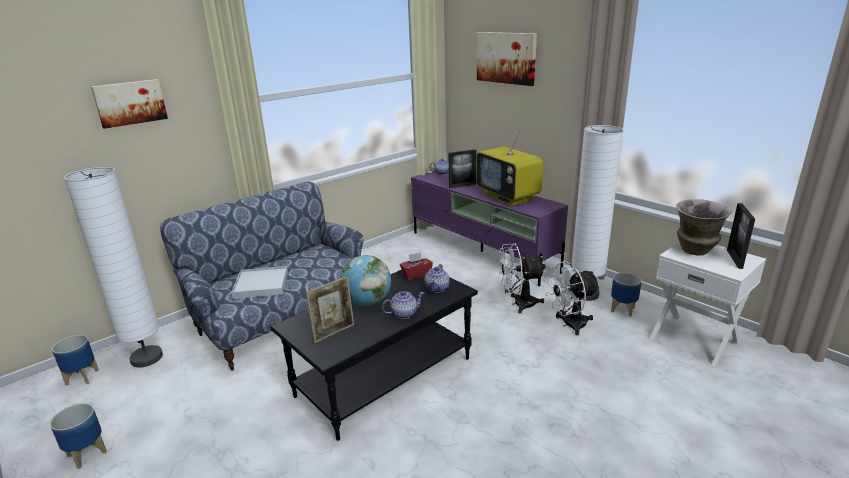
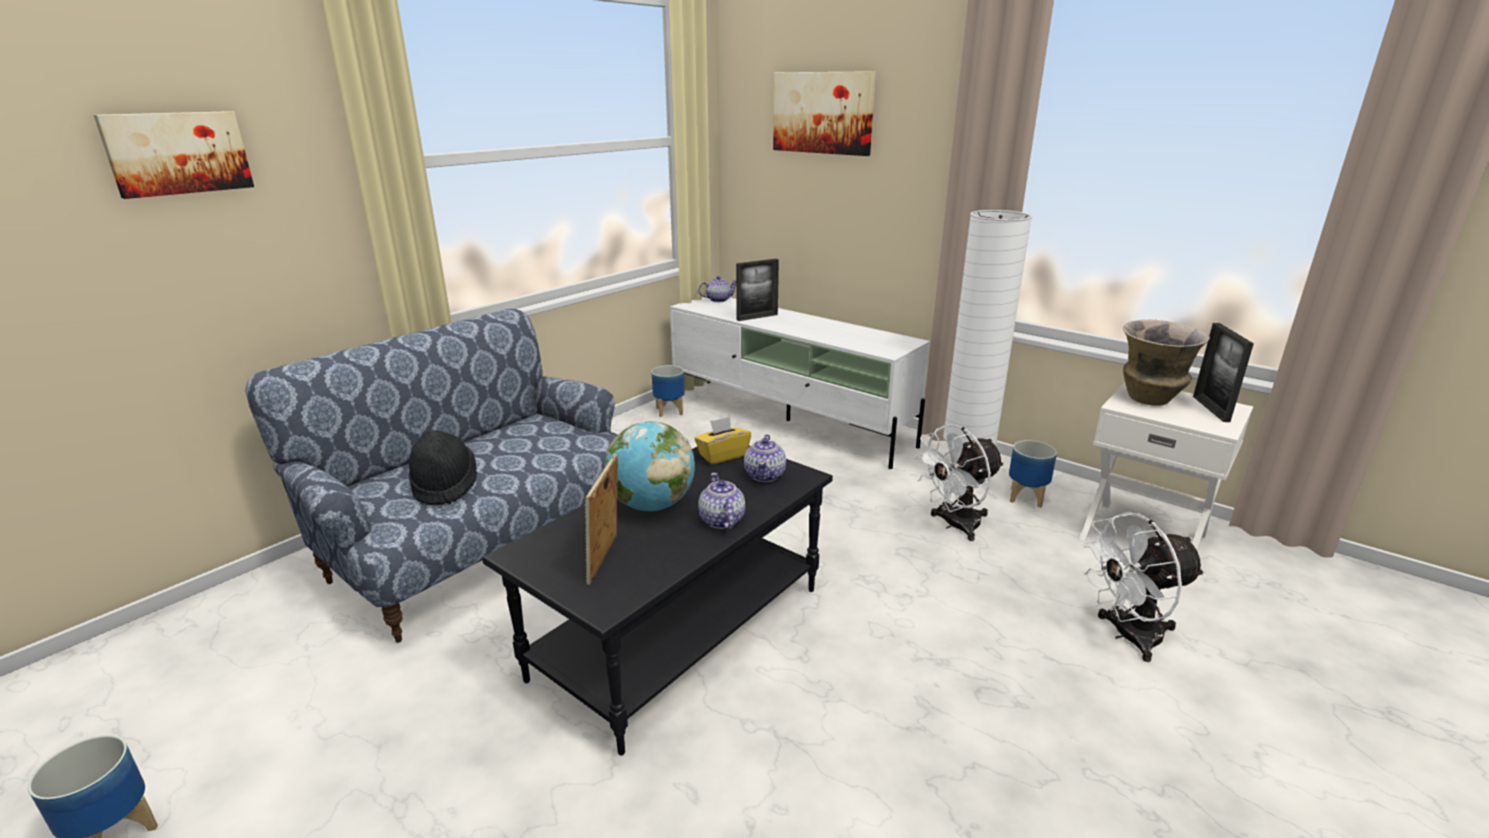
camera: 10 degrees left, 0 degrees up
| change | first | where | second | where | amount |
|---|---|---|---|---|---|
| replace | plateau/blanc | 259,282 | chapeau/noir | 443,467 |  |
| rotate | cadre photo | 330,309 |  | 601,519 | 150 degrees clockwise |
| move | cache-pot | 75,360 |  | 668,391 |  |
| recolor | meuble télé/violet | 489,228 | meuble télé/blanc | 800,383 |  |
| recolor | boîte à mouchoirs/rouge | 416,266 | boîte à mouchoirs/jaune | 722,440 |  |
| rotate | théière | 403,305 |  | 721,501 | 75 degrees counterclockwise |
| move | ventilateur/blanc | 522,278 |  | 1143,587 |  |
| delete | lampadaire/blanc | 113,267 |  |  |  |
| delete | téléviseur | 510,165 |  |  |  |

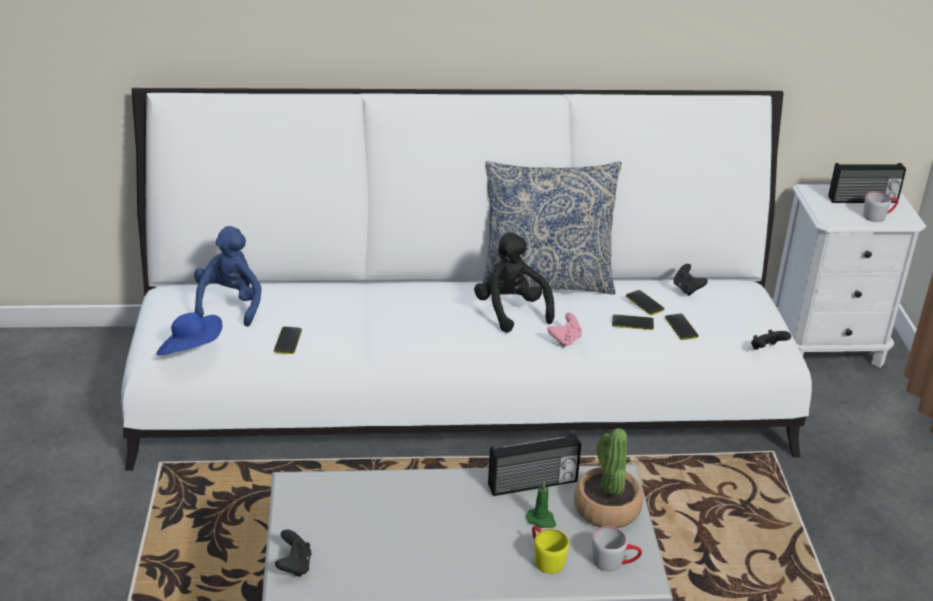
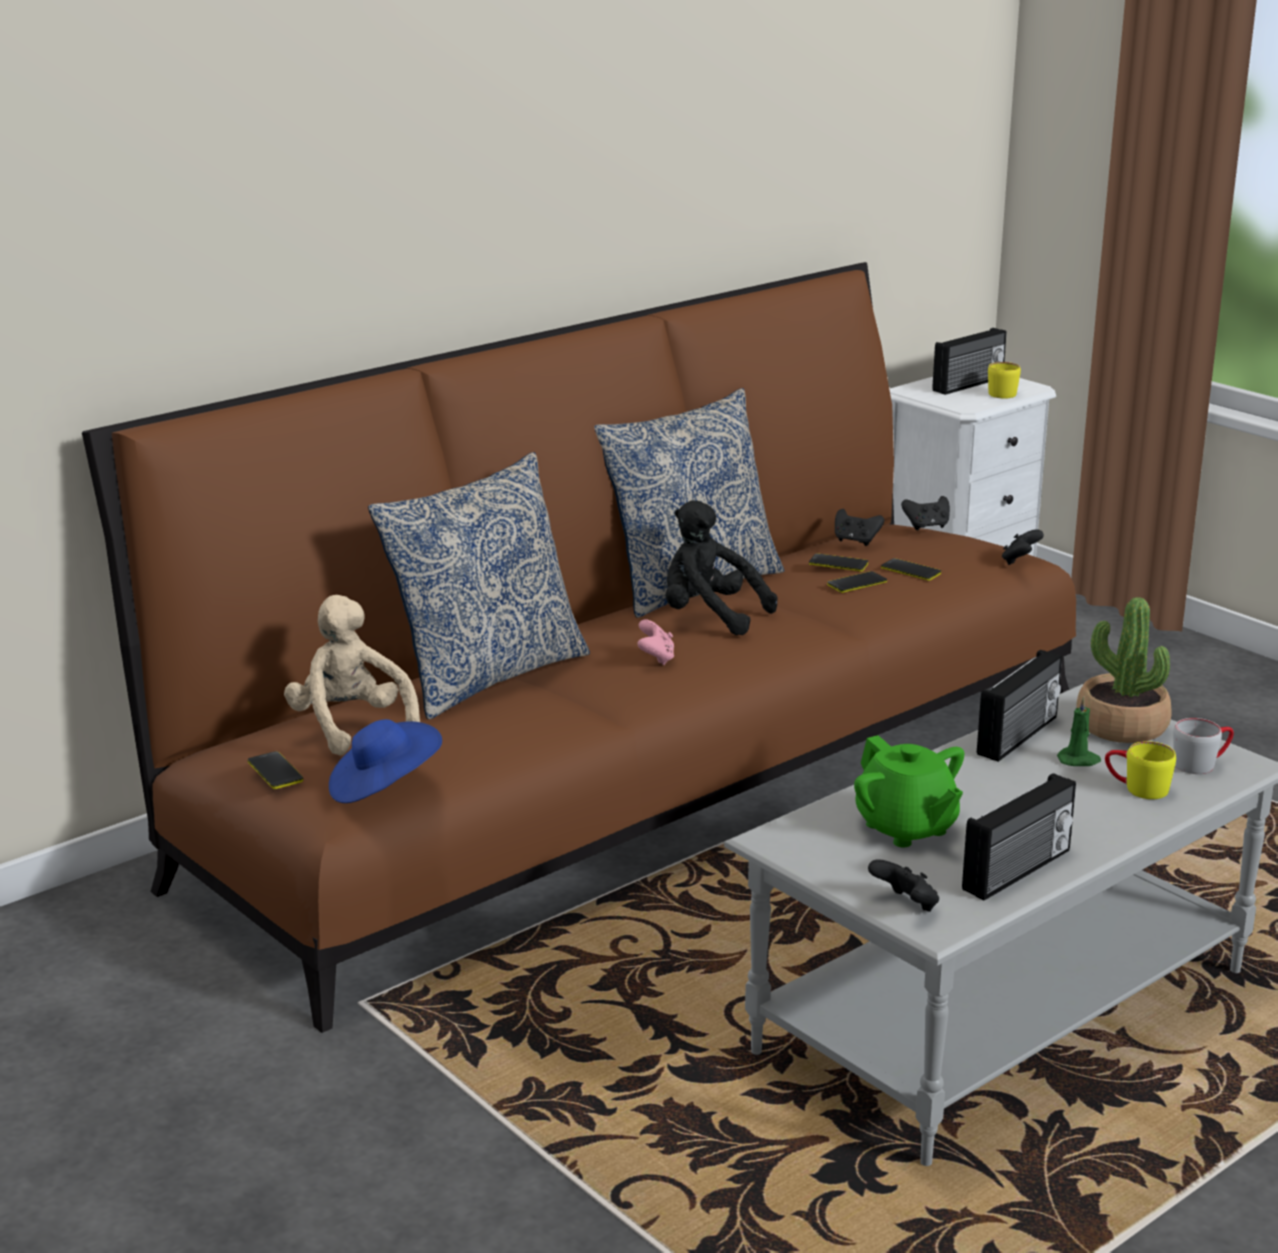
camera: 35 degrees left, 10 degrees down
| change | first | where | second | where | amount |
|---|---|---|---|---|---|
| recolor | canapé/blanc | 466,279 | canapé/marron | 579,647 |  |
| move | téléphone | 288,340 |  | 275,770 |  |
| recolor | peluche/bleu | 227,276 | peluche/beige | 352,675 |  |
| insert |  |  | coussin | 479,585 |  |
| move | manette/rose | 564,330 |  | 655,642 |  |
| insert |  |  | théière/vert | 909,791 |  |
| insert |  |  | manette/noir | 925,513 |  |
| insert |  |  | radio | 1019,836 |  |
| recolor | mug/gris | 881,206 | mug/jaune | 1004,380 |  |

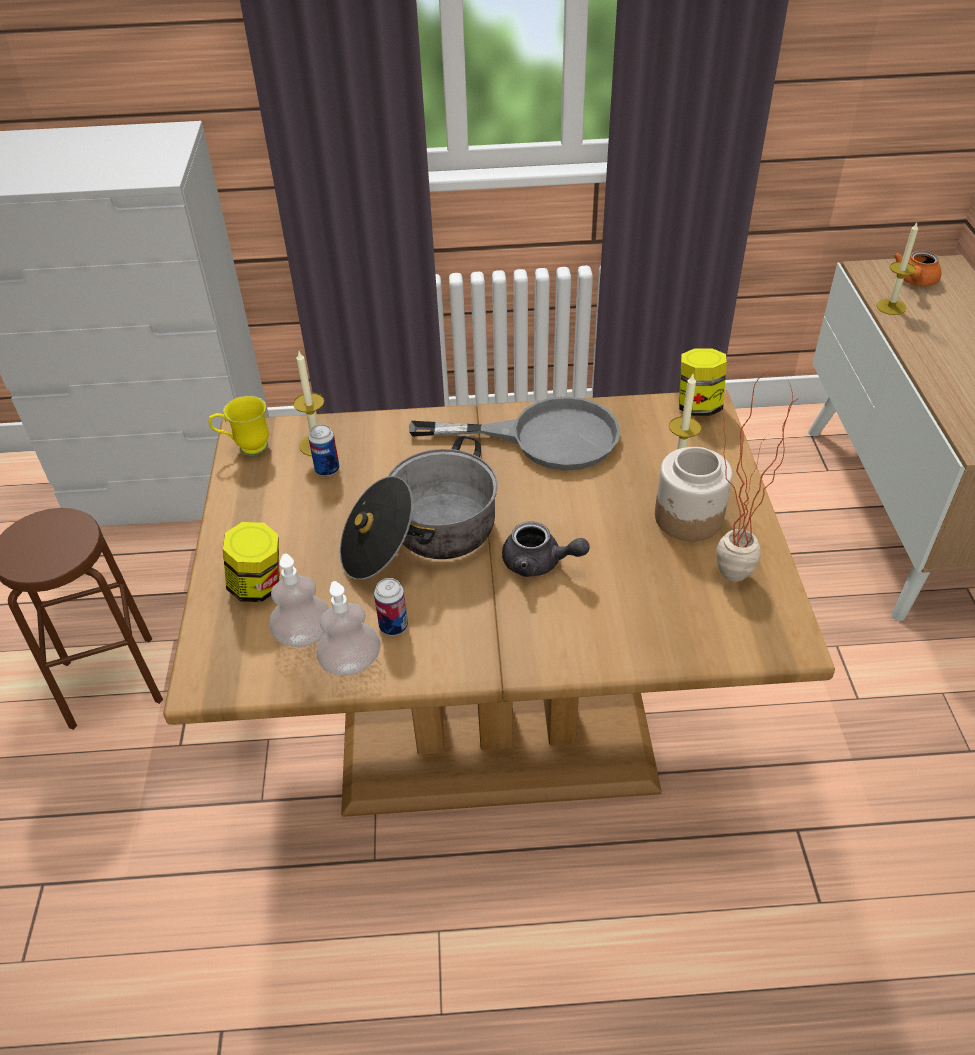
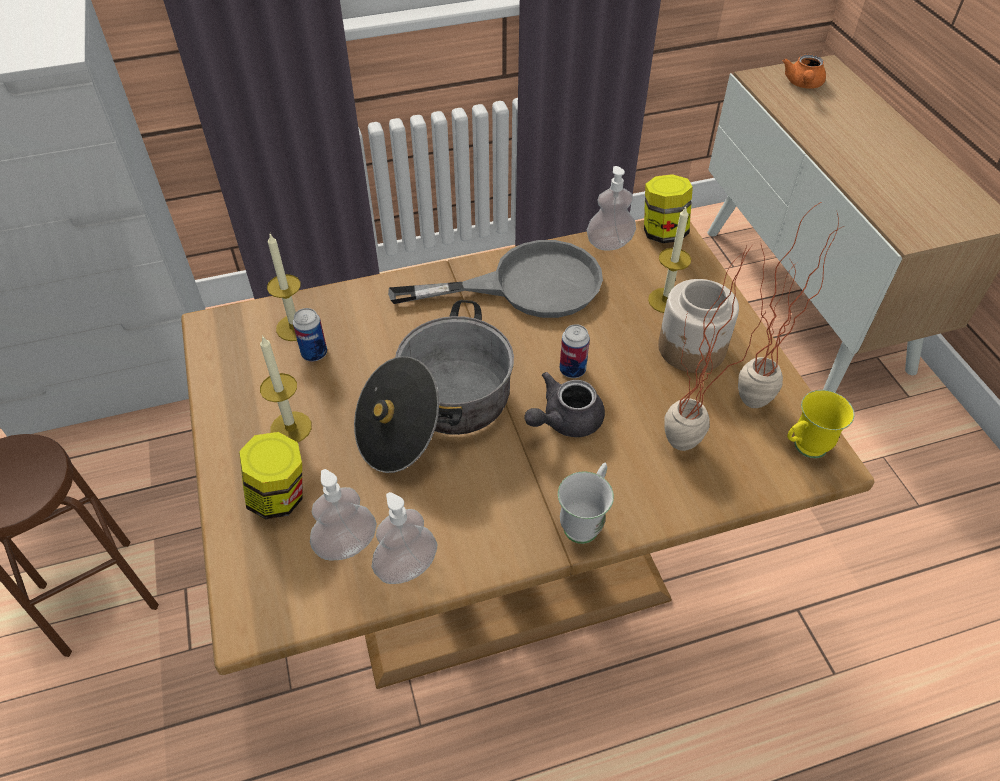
camera: 15 degrees left, 5 degrees up
| change | first | where | second | where | amount |
|---|---|---|---|---|---|
| move | bougie | 897,269 |  | 286,388 |  |
| rotate | théière/gris | 546,549 |  | 565,404 | 135 degrees clockwise |
| insert |  |  | mug/blanc | 586,503 |  |
| move | boîte métallique | 391,607 |  | 575,351 |  |
| insert |  |  | distributeur de savon | 611,208 |  |
| insert |  |  | plante en pot | 715,348 |  |
| move | mug/jaune | 239,425 |  | 821,424 |  |

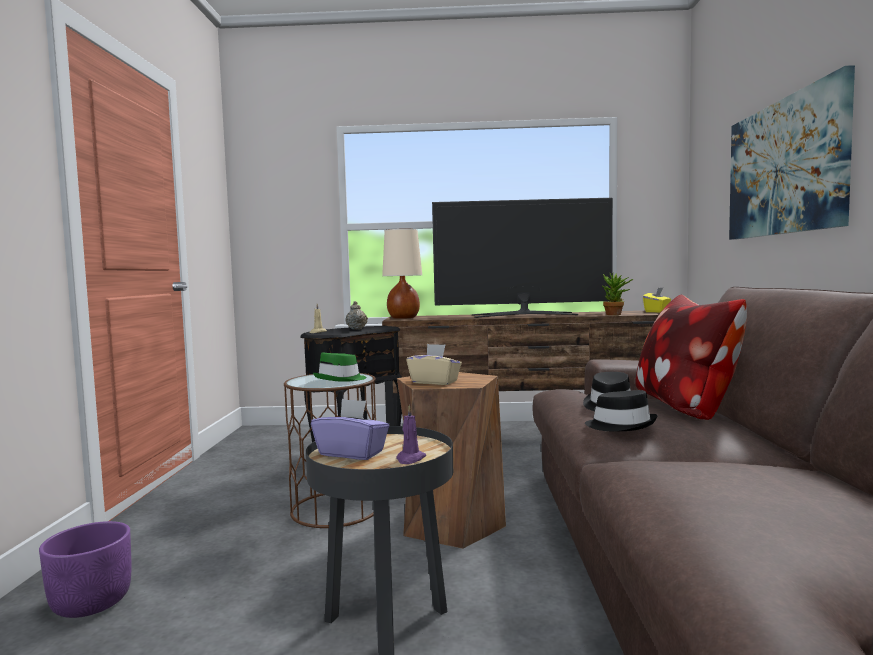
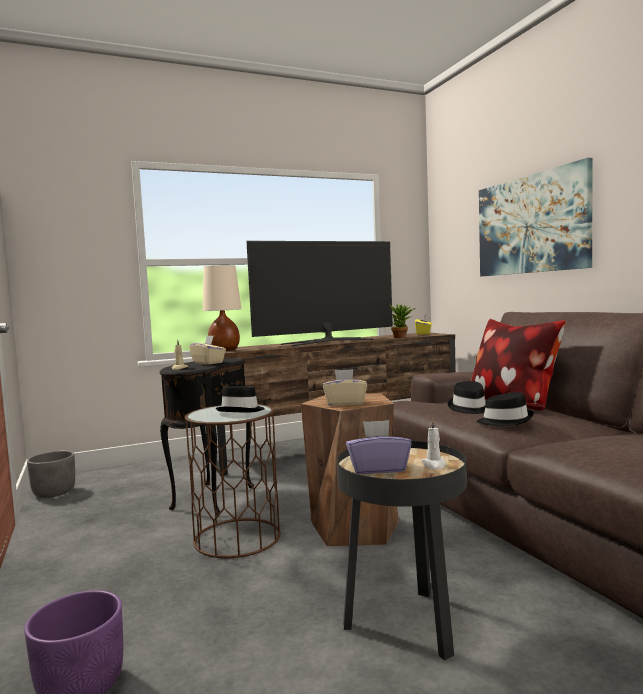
camera: 25 degrees left, 0 degrees up
| change | first | where | second | where | amount |
|---|---|---|---|---|---|
| insert |  |  | cache-pot/gris | 51,474 |  |
| replace | théière/beige | 356,315 | boîte à mouchoirs/beige | 207,350 |  |
| recolor | chapeau/vert | 339,367 | chapeau/noir | 240,399 |  |
| recolor | bougie/violet | 411,434 | bougie/blanc | 433,444 |  |

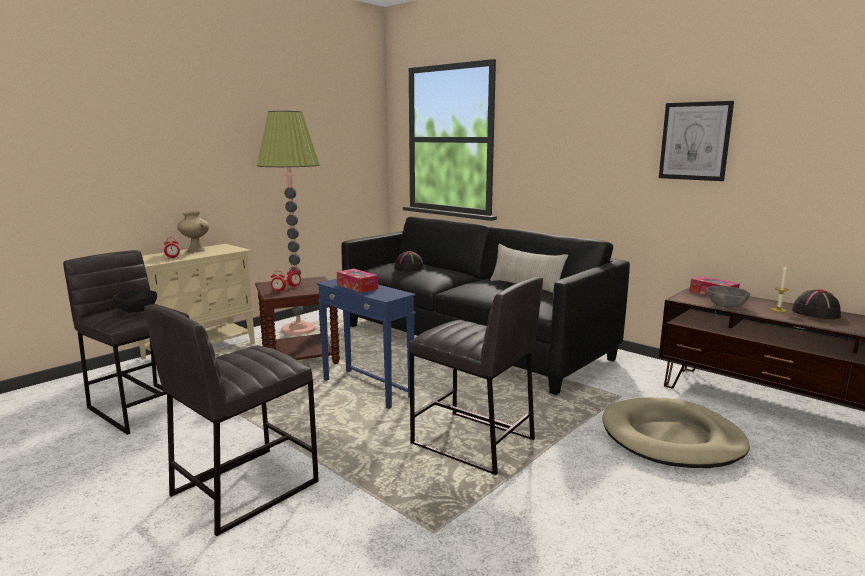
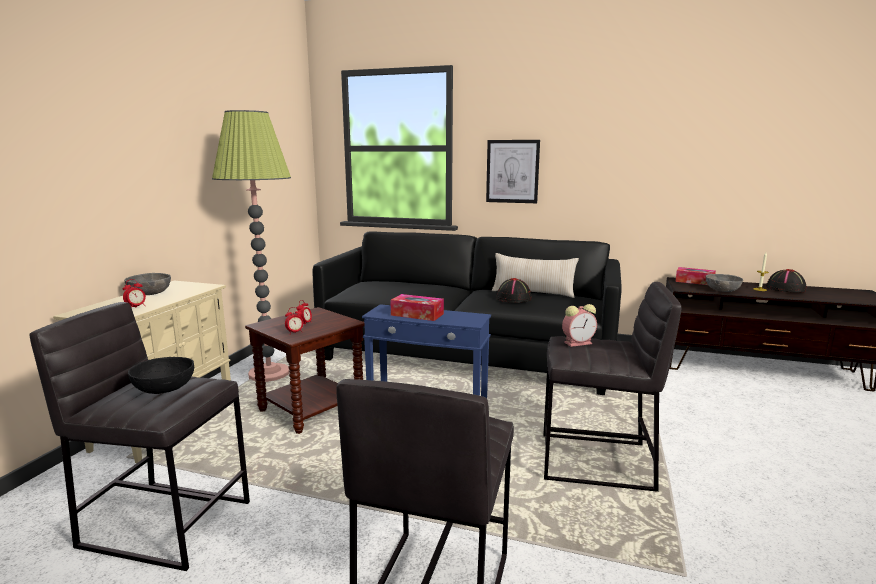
camera: 25 degrees left, 0 degrees up
| change | first | where | second | where | amount |
|---|---|---|---|---|---|
| replace | vase/beige | 193,231 | bol/gris | 147,284 |  |
| move | tableau | 696,141 |  | 513,171 |  |
| move | chapeau/noir | 409,261 |  | 514,290 |  |
| insert |  |  | réveil | 579,325 |  |
| delete | panier pour chien/beige | 676,432 |  |  |  |

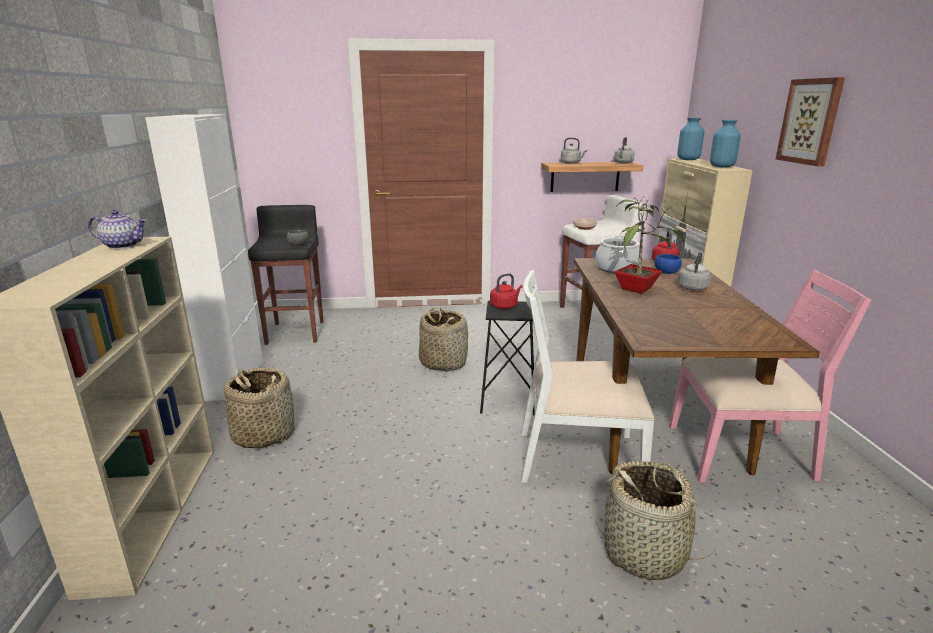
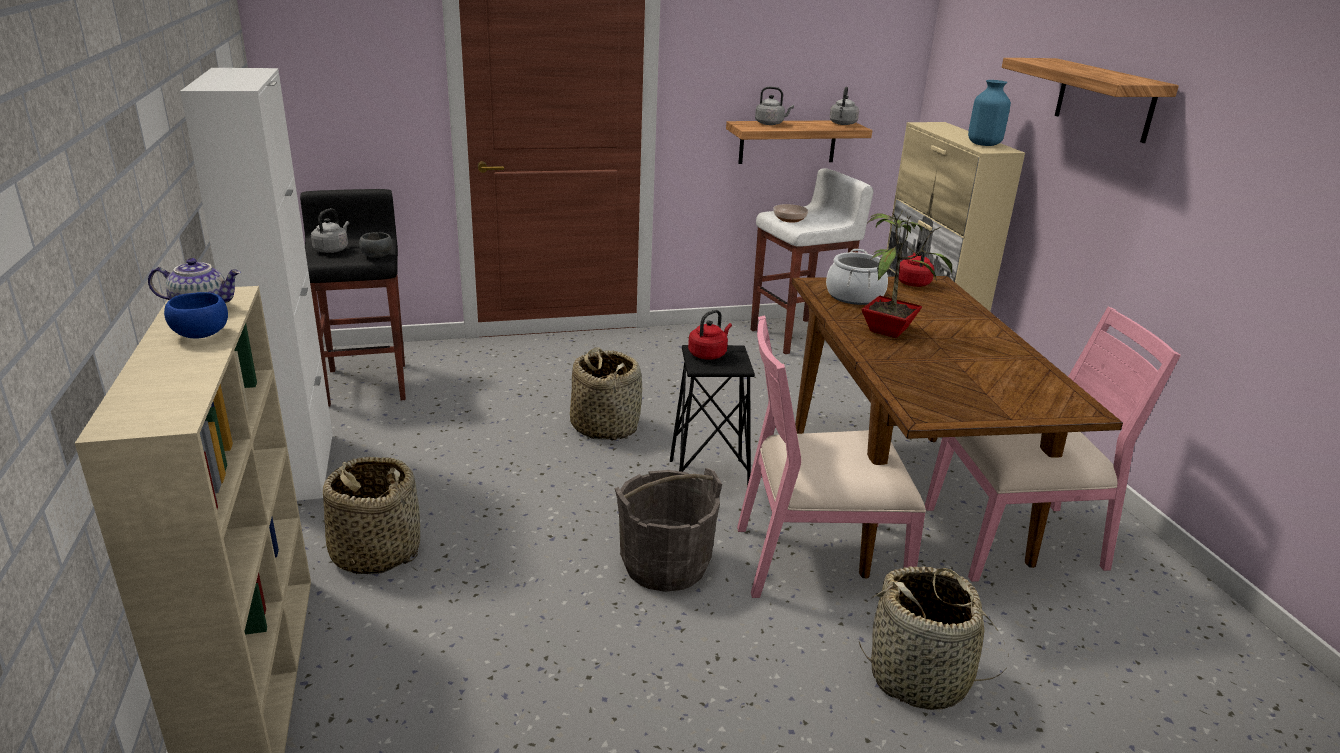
camera: 10 degrees left, 5 degrees up
| change | first | where | second | where | amount |
|---|---|---|---|---|---|
| move | bol/bleu | 668,264 |  | 196,315 |  |
| move | bouilloire/gris | 694,271 |  | 330,230 |  |
| insert |  |  | seau/gris | 668,530 |  |
| recolor | chaise/blanc | 588,376 | chaise/rose | 831,456 |  |
| replace | tableau | 810,121 | étagère | 1090,100 |  |
| delete | vase/bleu | 690,139 |  |  |  |

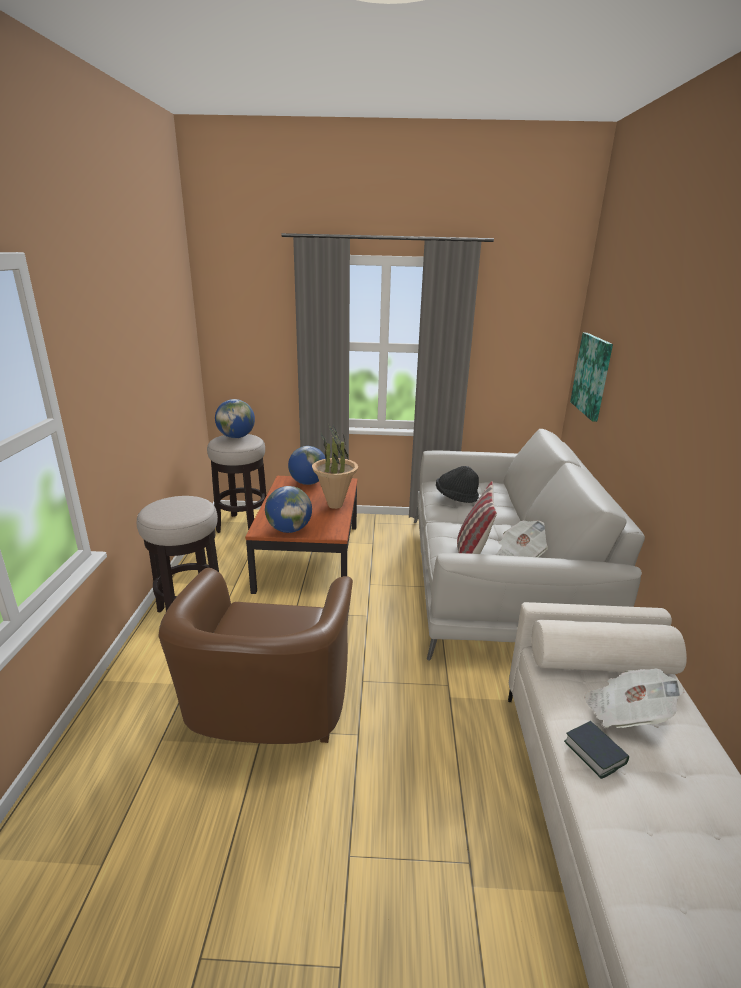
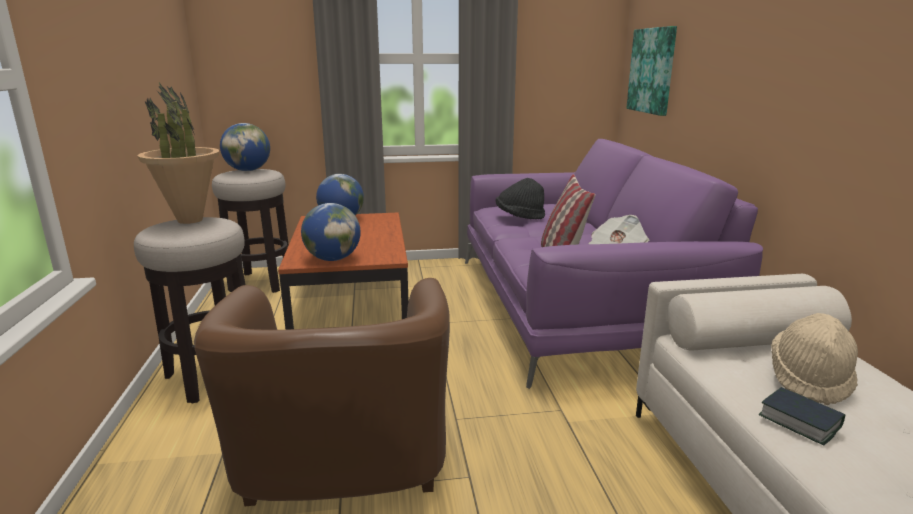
camera: 10 degrees left, 5 degrees down
| change | first | where | second | where | amount |
|---|---|---|---|---|---|
| move | plante en pot | 335,467 |  | 178,153 |  |
| recolor | canapé/gris | 529,545 | canapé/violet | 614,264 |  |
| replace | journal | 634,698 | chapeau/beige | 814,359 |  |

